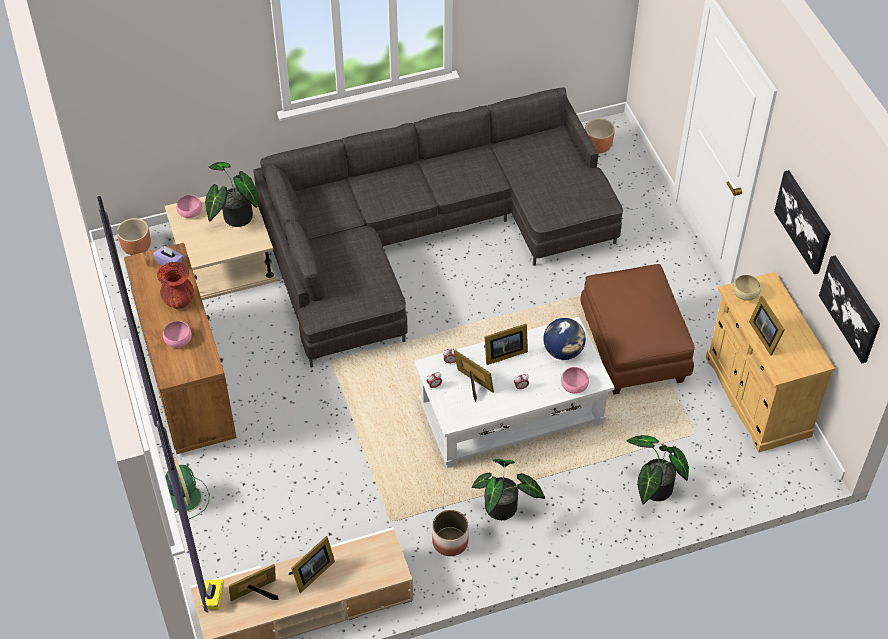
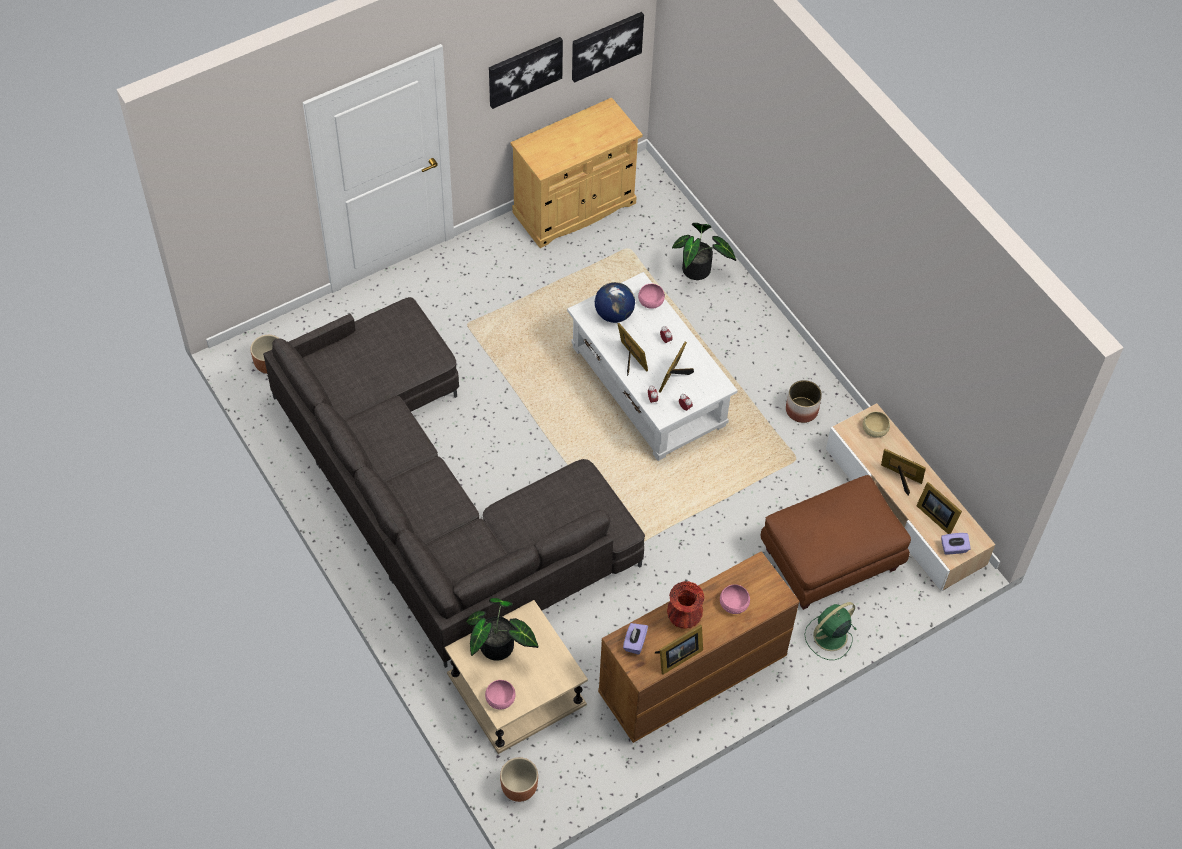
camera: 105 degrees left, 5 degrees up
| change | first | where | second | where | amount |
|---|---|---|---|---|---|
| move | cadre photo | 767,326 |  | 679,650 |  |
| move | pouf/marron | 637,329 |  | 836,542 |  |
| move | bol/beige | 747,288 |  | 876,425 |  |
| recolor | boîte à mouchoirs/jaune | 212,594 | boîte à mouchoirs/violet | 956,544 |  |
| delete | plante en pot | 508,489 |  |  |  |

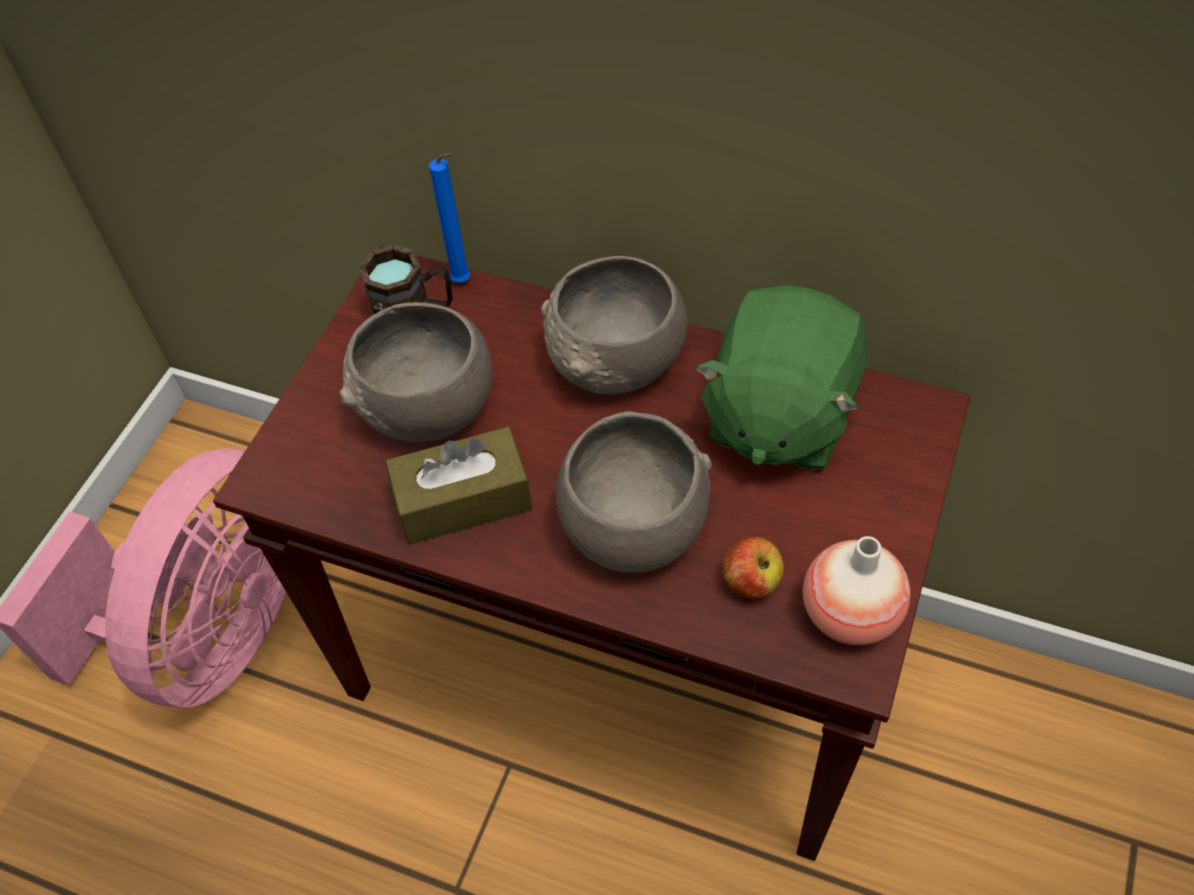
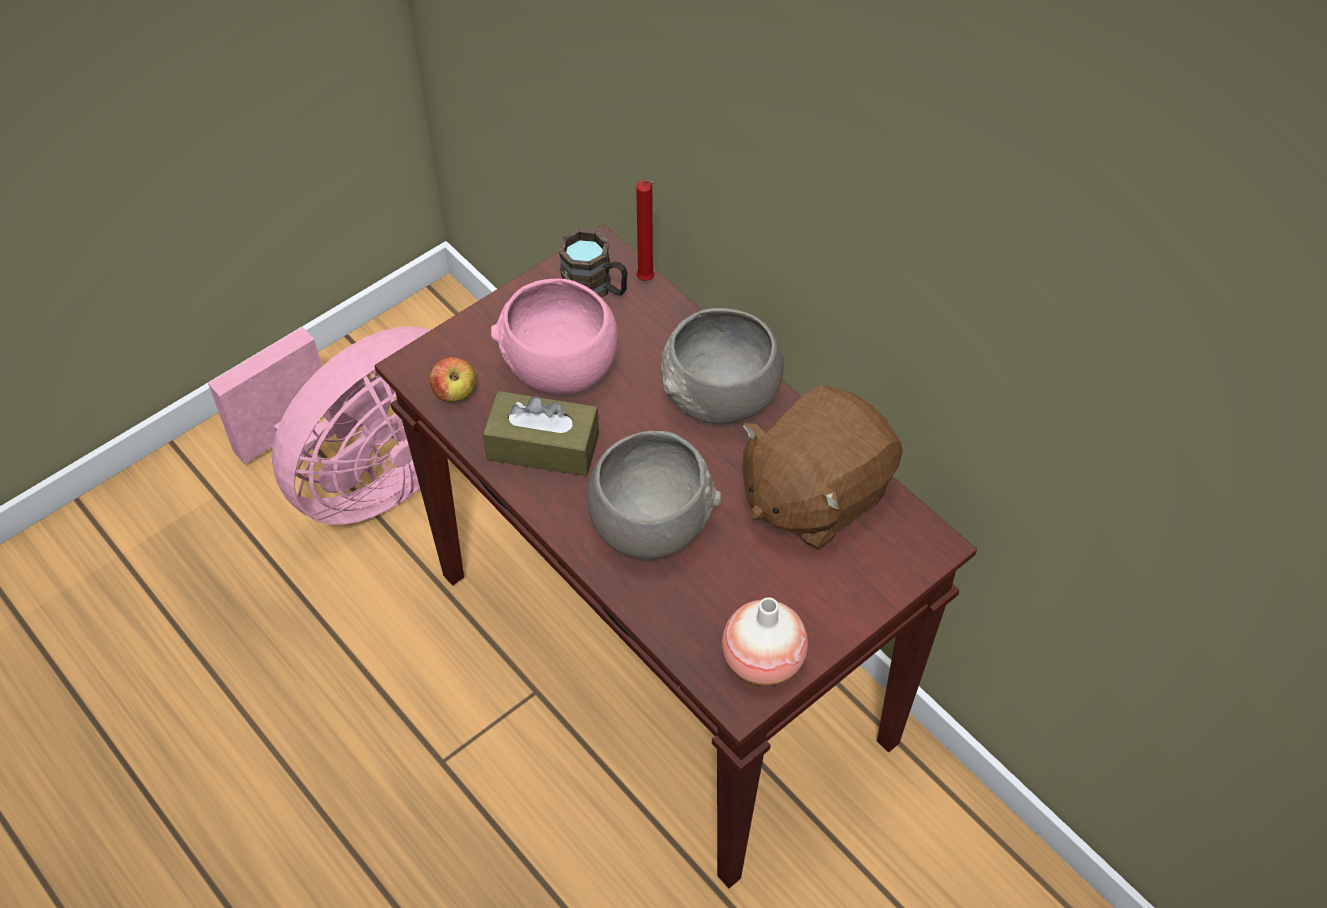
camera: 25 degrees right, 0 degrees up
| change | first | where | second | where | amount |
|---|---|---|---|---|---|
| move | pomme | 753,568 |  | 453,379 |  |
| recolor | bol/gris | 416,372 | bol/rose | 554,337 |  |
| recolor | bougie/bleu | 449,218 | bougie/rouge | 645,230 |  |
| recolor | peluche/vert | 781,377 | peluche/marron | 822,467 |  |

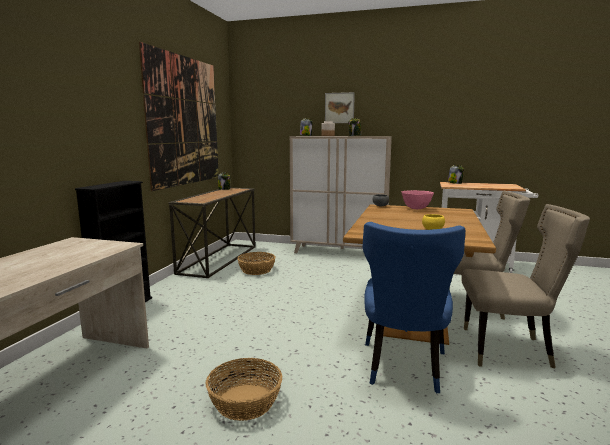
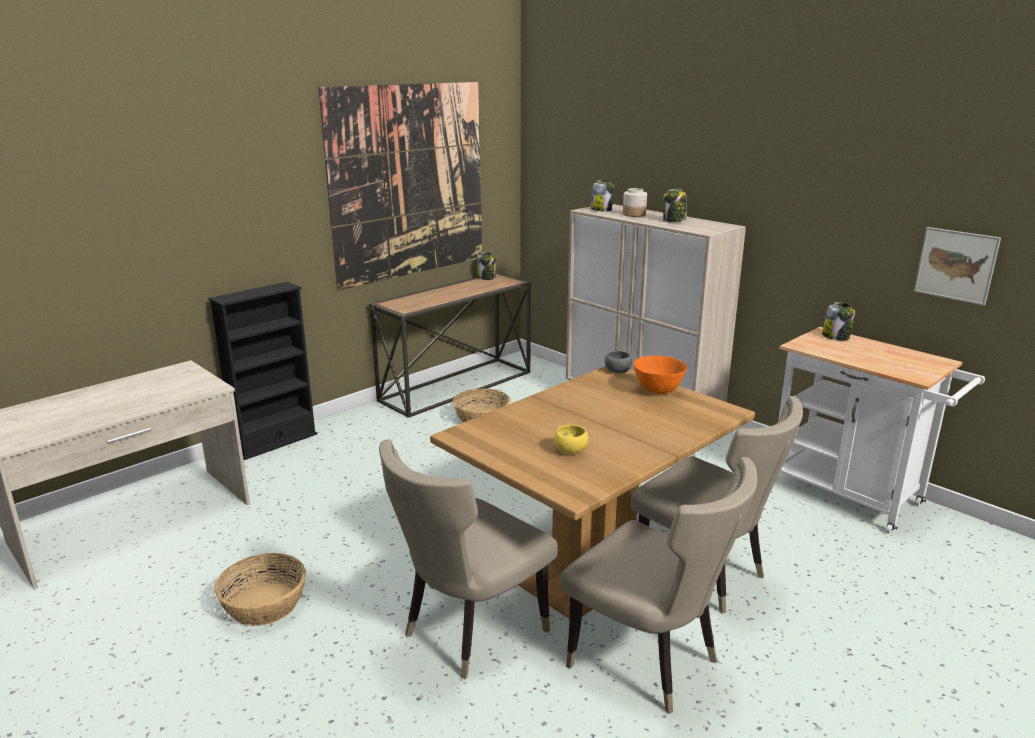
camera: 30 degrees right, 10 degrees up
| change | first | where | second | where | amount |
|---|---|---|---|---|---|
| recolor | chaise/bleu | 414,307 | chaise/beige | 468,559 |  |
| recolor | bol/rose | 417,199 | bol/orange | 660,375 |  |
| move | tableau | 340,107 |  | 957,266 |  |

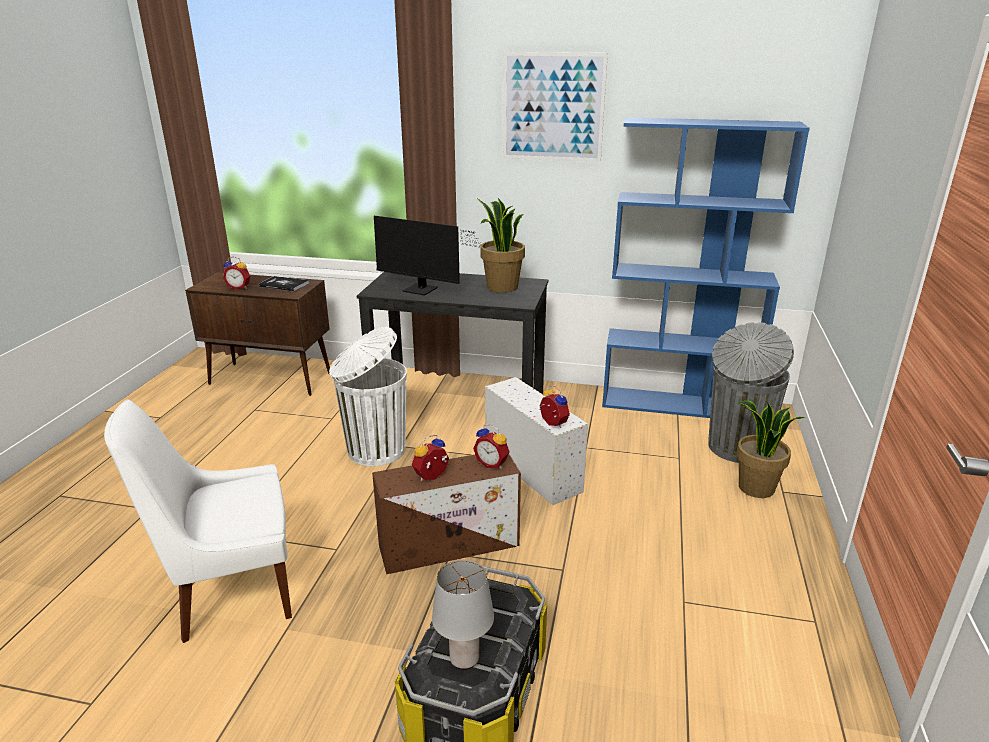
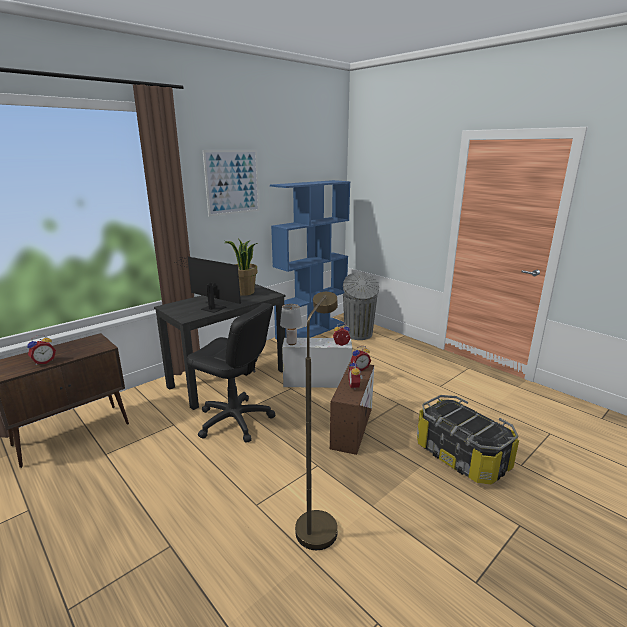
camera: 55 degrees left, 5 degrees down
| change | first | where | second | where | amount |
|---|---|---|---|---|---|
| rotate | écran d'ordinateur | 431,256 |  | 207,285 | 120 degrees counterclockwise |
| replace | poubelle/blanc | 368,396 | chaise de bureau/noir | 230,373 |  |
| move | lampe de table/gris | 463,615 |  | 291,324 |  |
| replace | chaise/blanc | 198,521 | lampadaire/marron | 316,421 |  |
| delete | livre | 283,283 |  |  |  |
| delete | plante en pot | 770,449 |  |  |  |

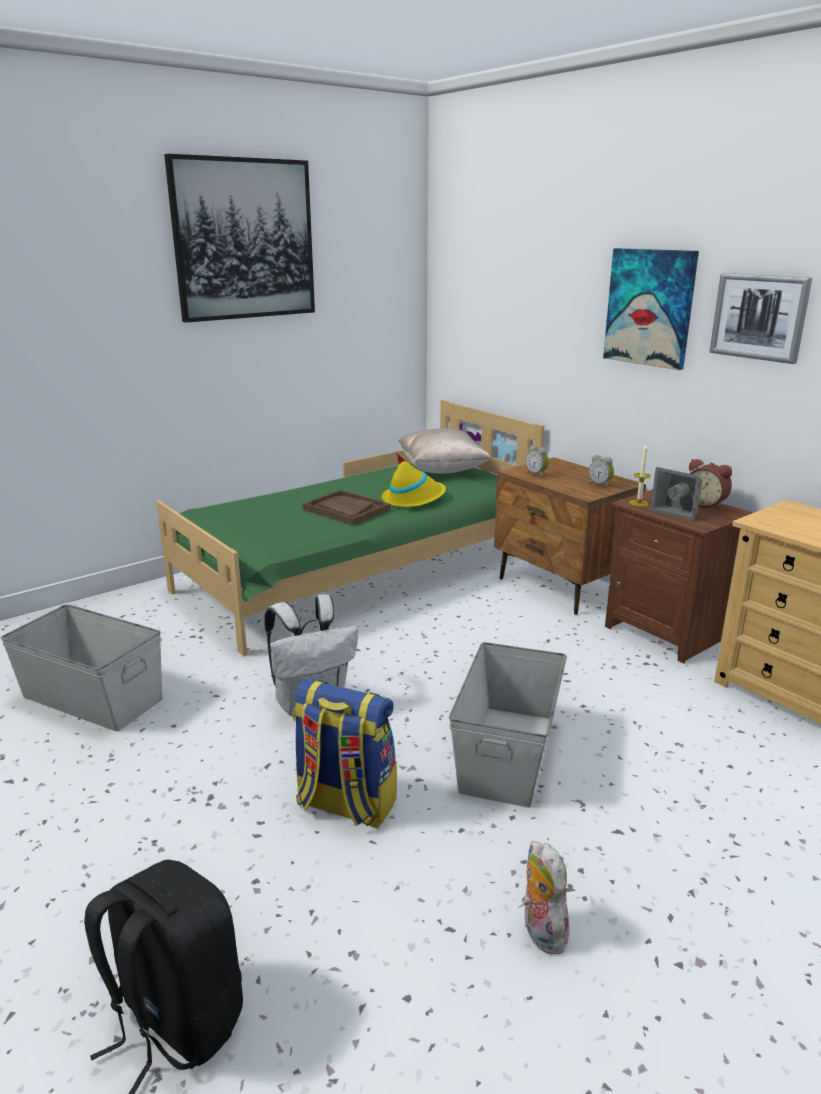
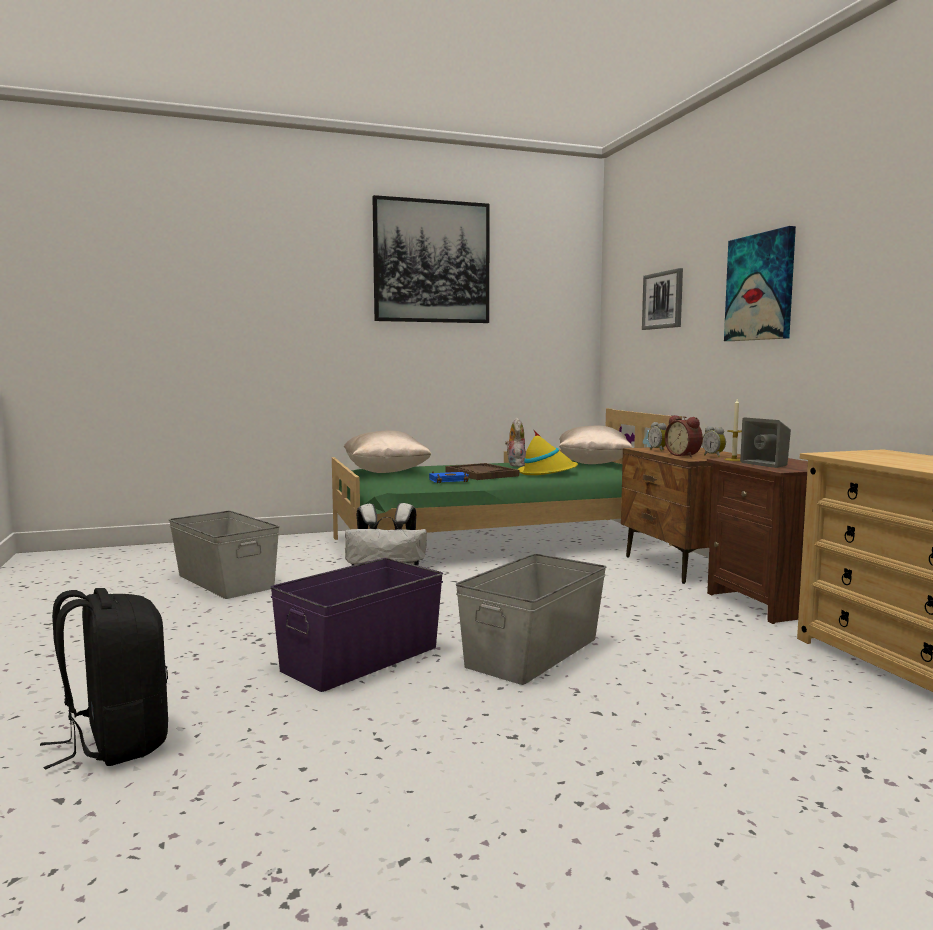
camera: 20 degrees right, 15 degrees down
| change | first | where | second | where | amount |
|---|---|---|---|---|---|
| replace | sac à dos | 345,753 | boîte de rangement/violet | 356,625 |  |
| insert |  |  | coussin/beige | 387,451 |  |
| insert |  |  | livre/bleu | 449,476 |  |
| move | peluche | 545,897 |  | 515,442 |  |
| move | tableau | 760,318 |  | 662,299 |  |
| move | réveil | 710,484 |  | 684,436 |  |

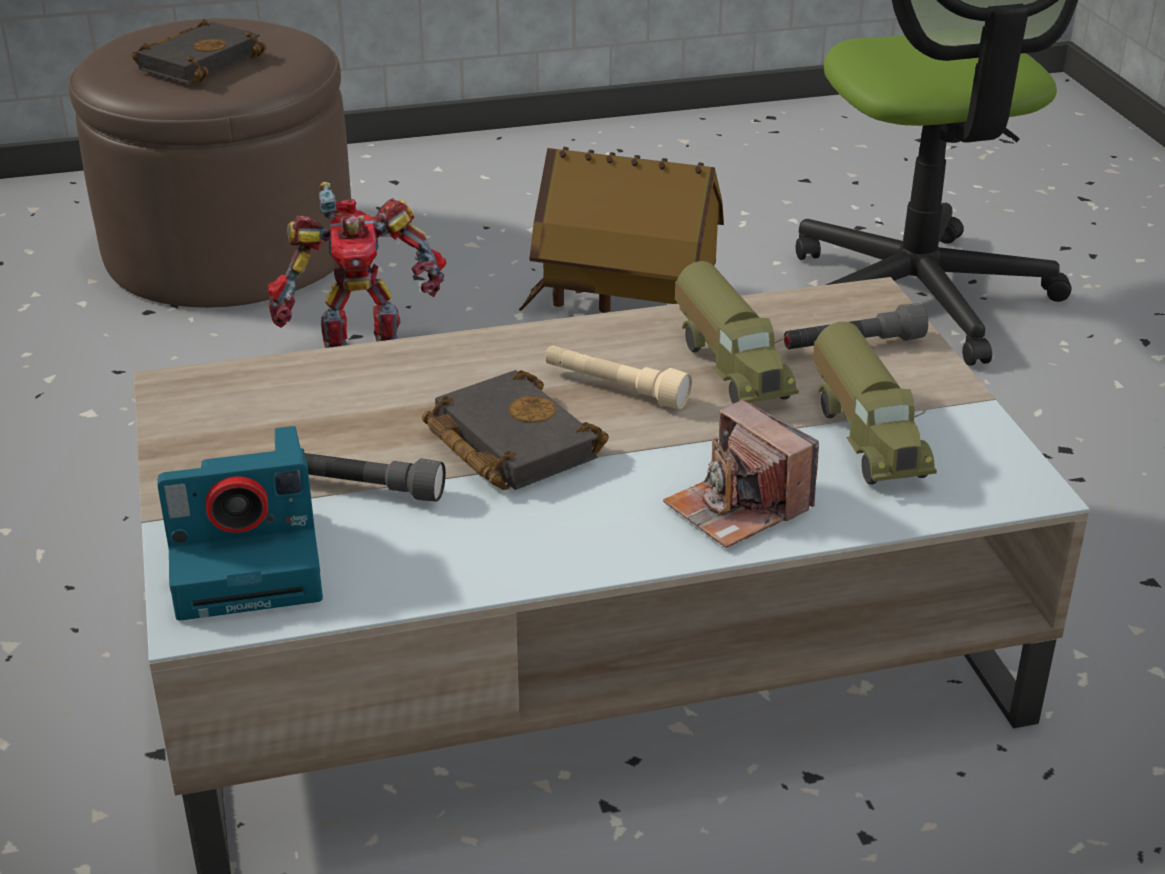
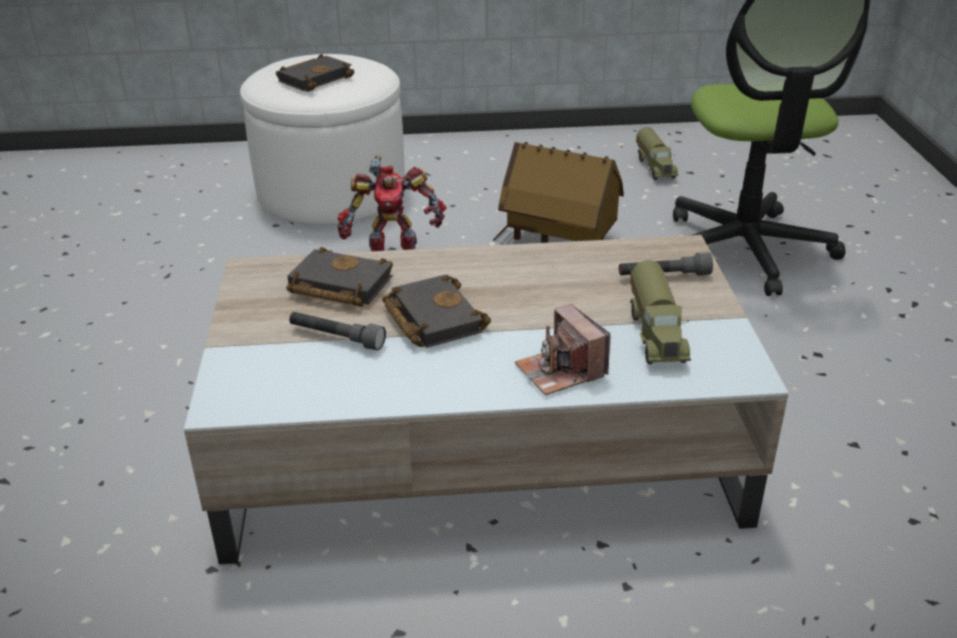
camera: 10 degrees right, 0 degrees up
| change | first | where | second | where | amount |
|---|---|---|---|---|---|
| recolor | pouf/marron | 210,163 | pouf/blanc | 322,140 |  |
| insert |  |  | livre/noir | 339,277 |  |
| move | camion jouet | 737,332 |  | 657,153 |  |
| delete | appareil photo | 240,523 |  |  |  |
| delete | lampe de poche/beige | 618,377 |  |  |  |

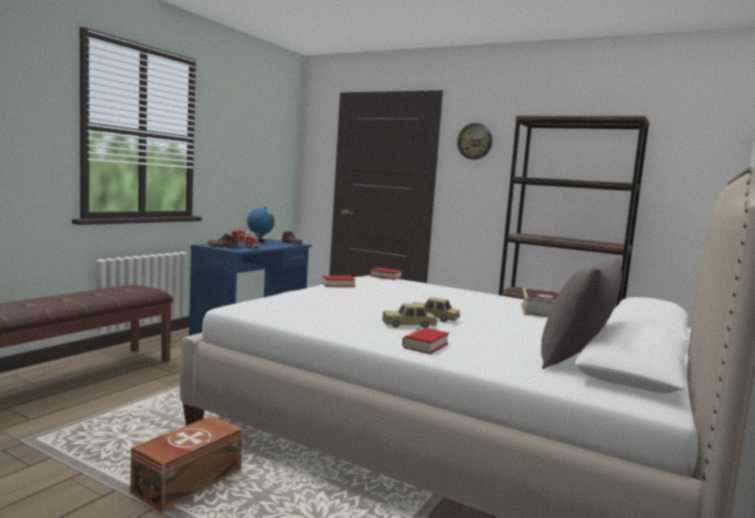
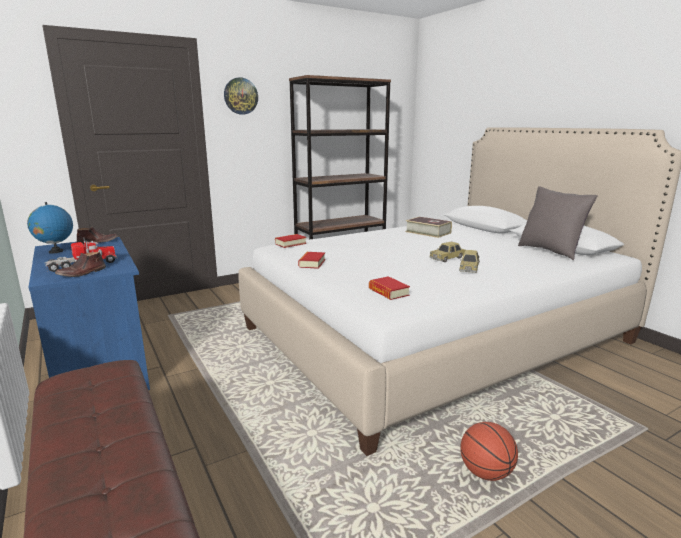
camera: 60 degrees left, 10 degrees up
| change | first | where | second | where | amount |
|---|---|---|---|---|---|
| move | livre | 425,341 |  | 389,288 |  |
| replace | boîte de rangement/marron | 186,464 | ballon de basket | 489,451 |  |

